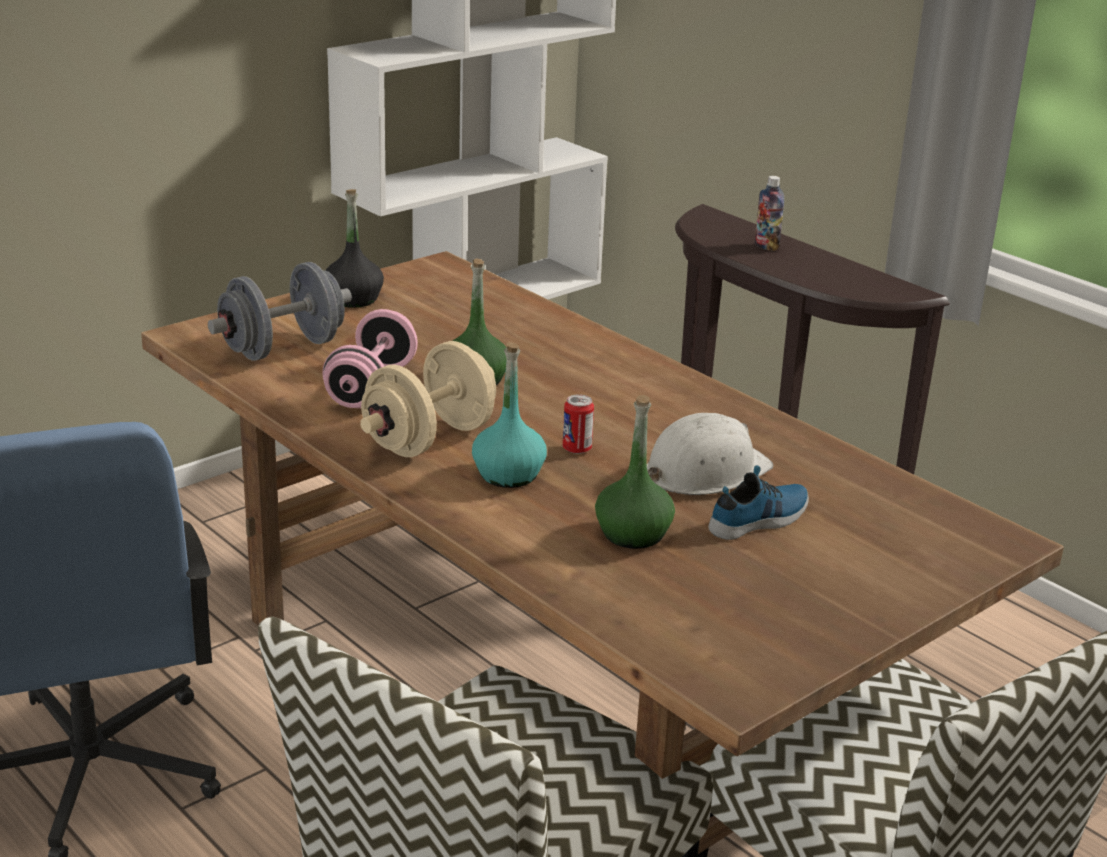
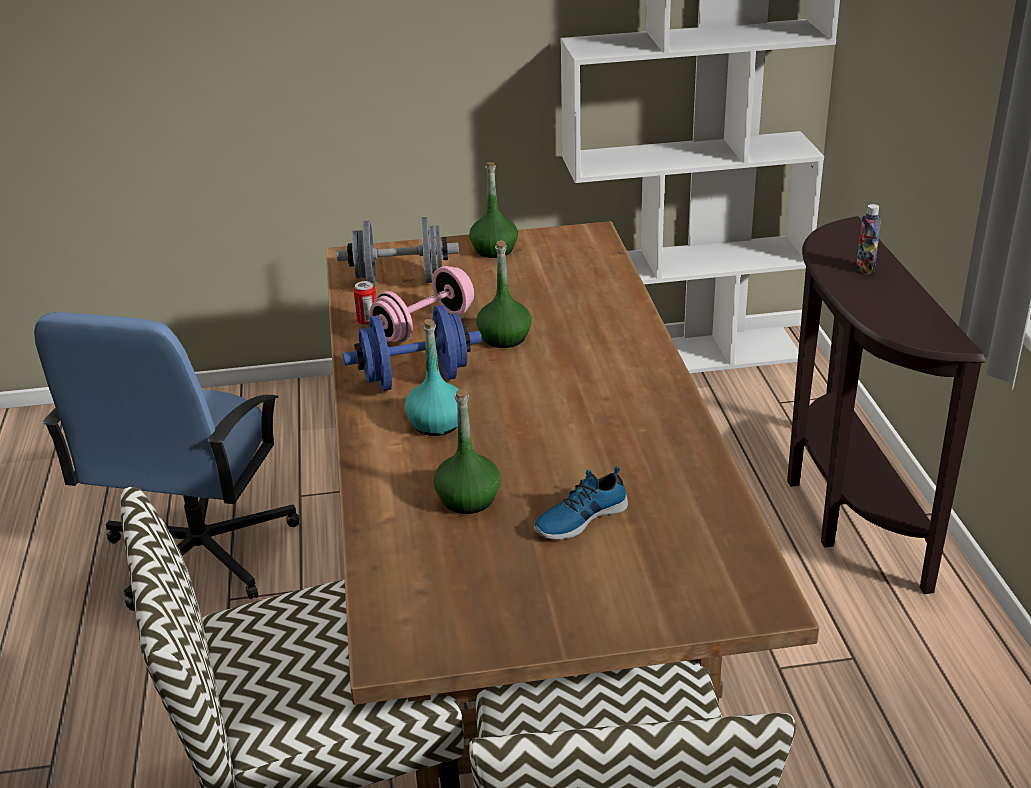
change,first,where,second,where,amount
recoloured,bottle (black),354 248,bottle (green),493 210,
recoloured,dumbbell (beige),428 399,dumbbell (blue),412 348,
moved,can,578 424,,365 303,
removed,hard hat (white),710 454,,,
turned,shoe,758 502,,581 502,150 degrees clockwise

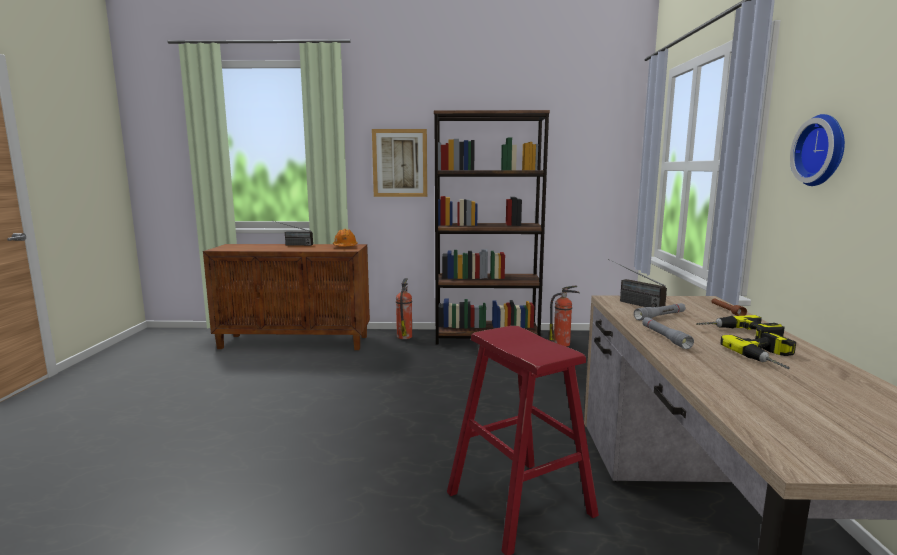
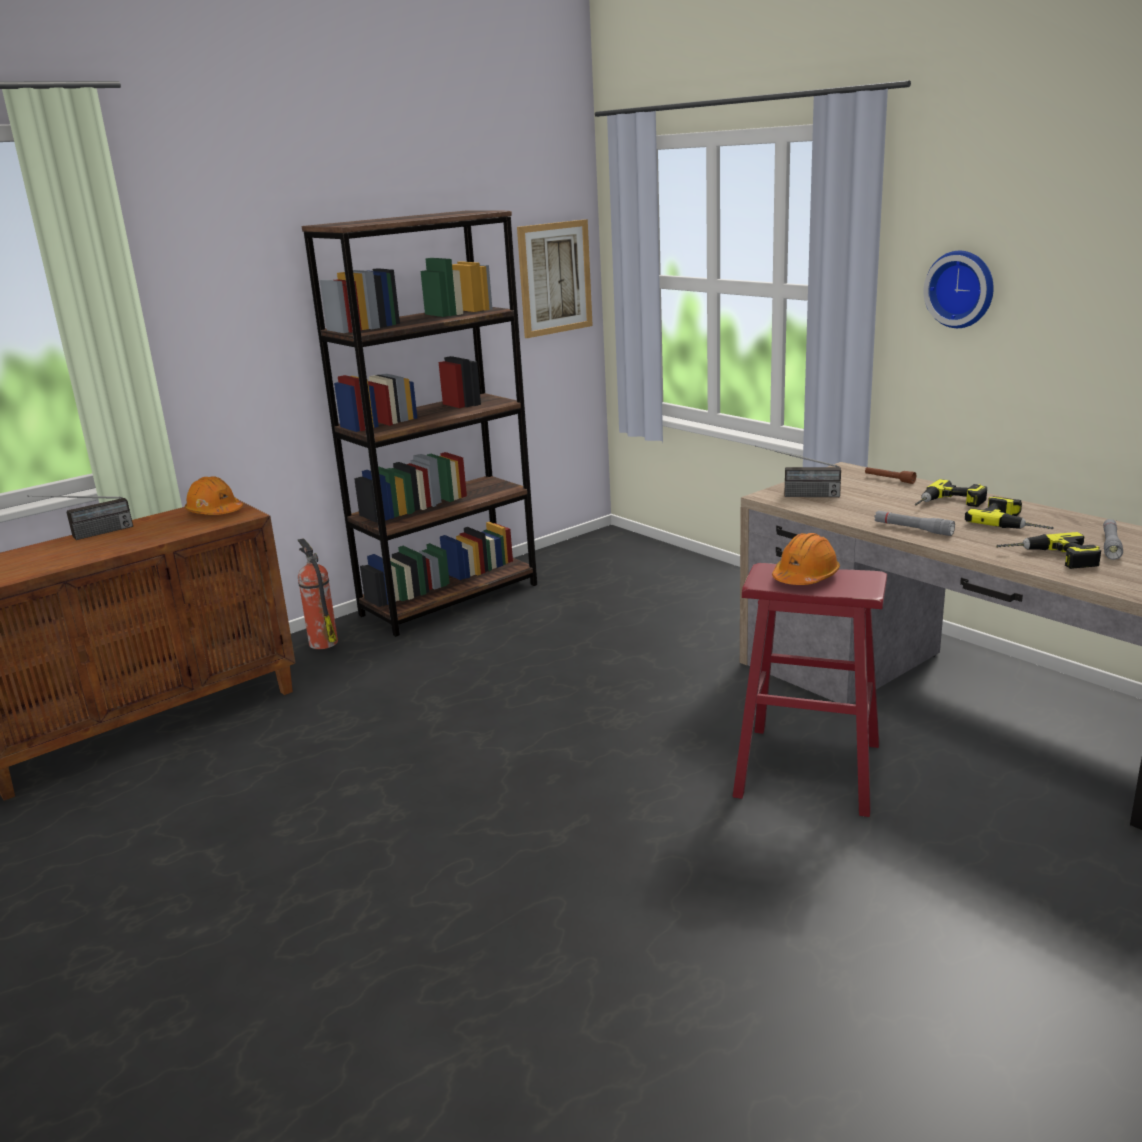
change,first,where,second,where,amount
moved,picture,399 163,,555 278,
removed,fire extinguisher,564 316,,,
moved,flashlight (grey),660 311,,1113 539,
added,,,hard hat (orange),806 559,
added,,,power drill,1048 550,

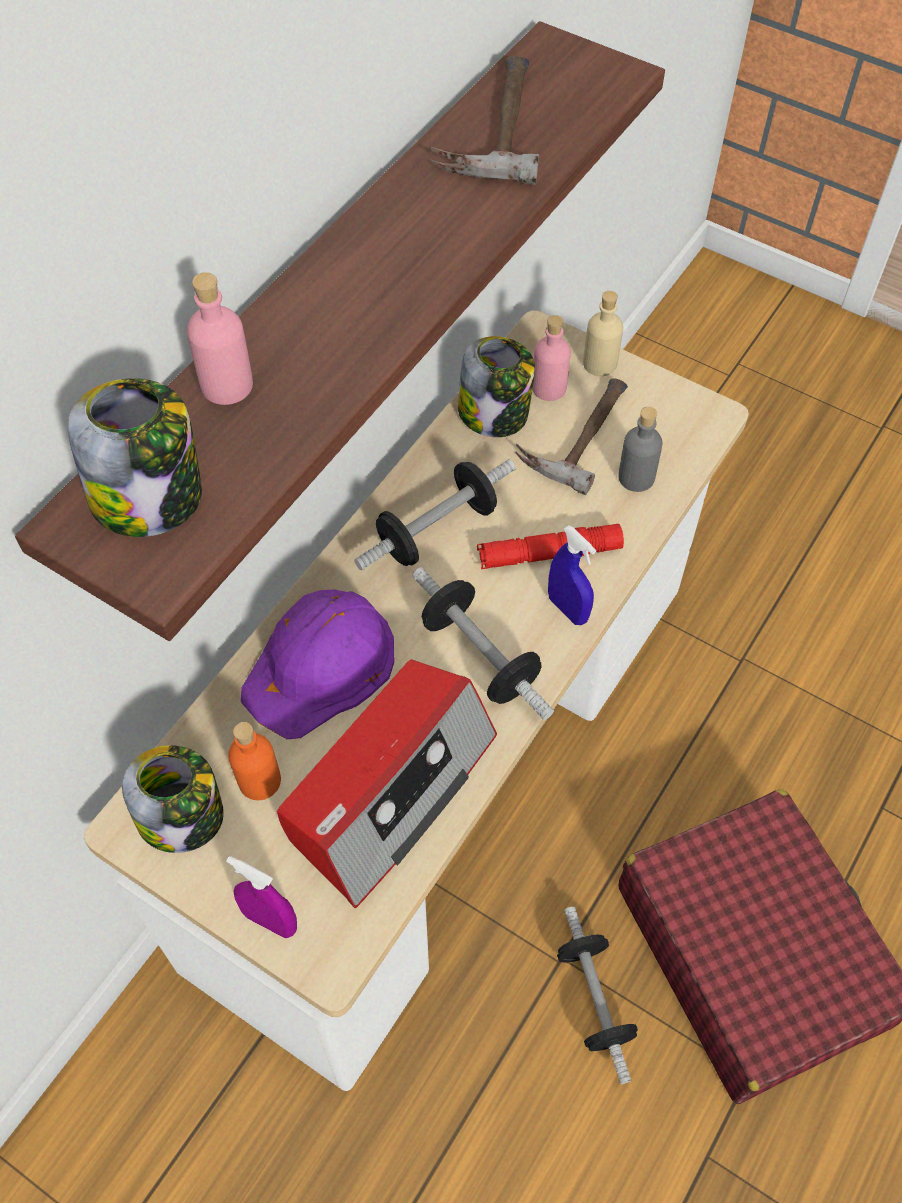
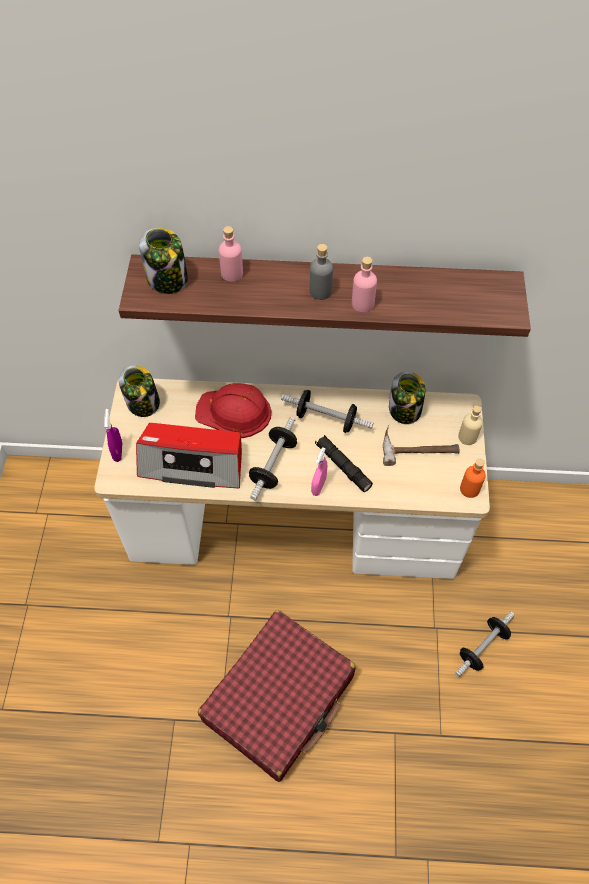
change,first,where,second,where,amount
moved,bottle (orange),254 761,,473 478,
recoloured,hard hat (purple),317 664,hard hat (red),233 410,
removed,hammer,485 120,,,
recoloured,flashlight (red),550 546,flashlight (black),344 463,
moved,bottle (pink),552 358,,364 284,
recoloured,spray bottle (blue),572 575,spray bottle (pink),319 471,
moved,dumbbell,597 995,,485 644,
moved,bottle (grey),640 449,,321 272,

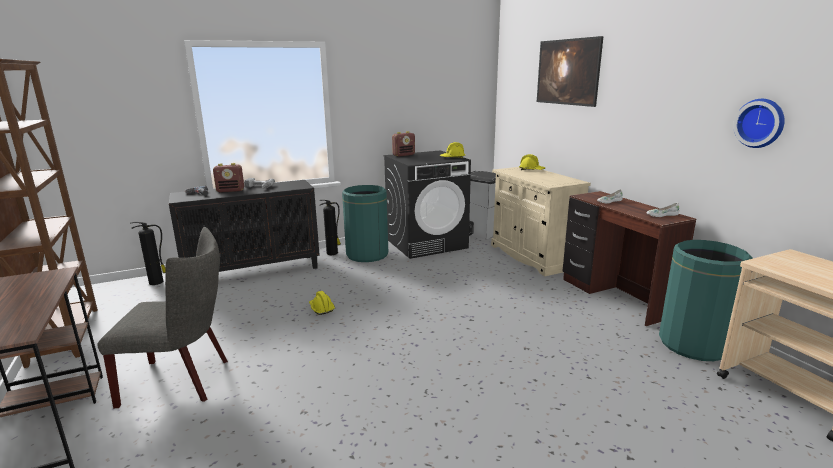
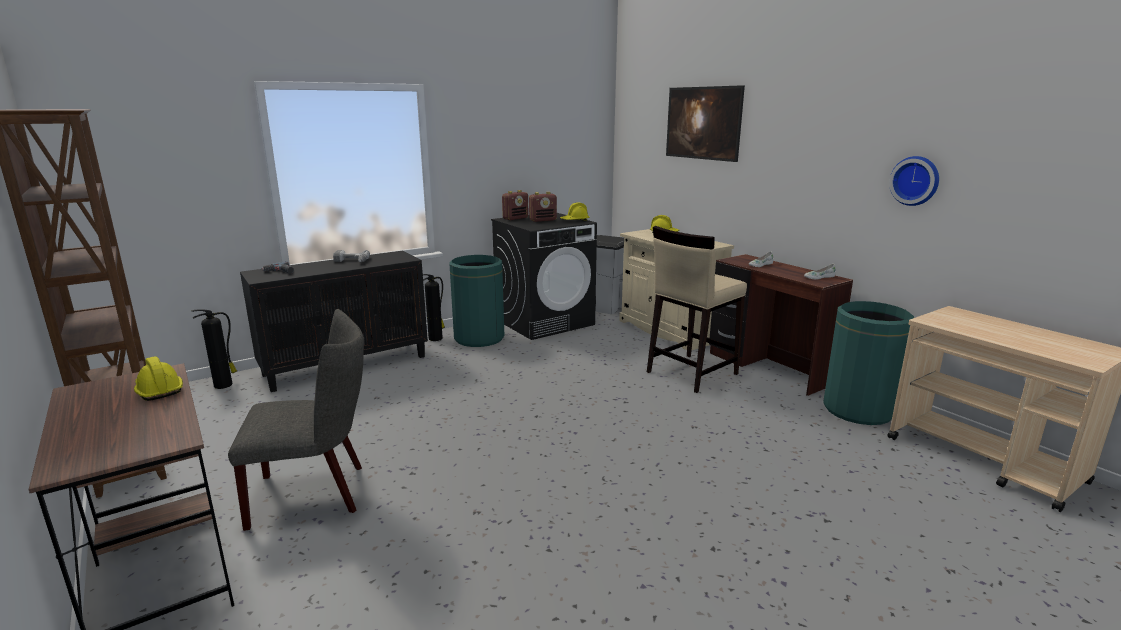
change,first,where,second,where,amount
moved,radio,228 178,,543 207,
moved,hard hat (yellow),322 303,,158 378,
added,,,stool (beige),697 309,

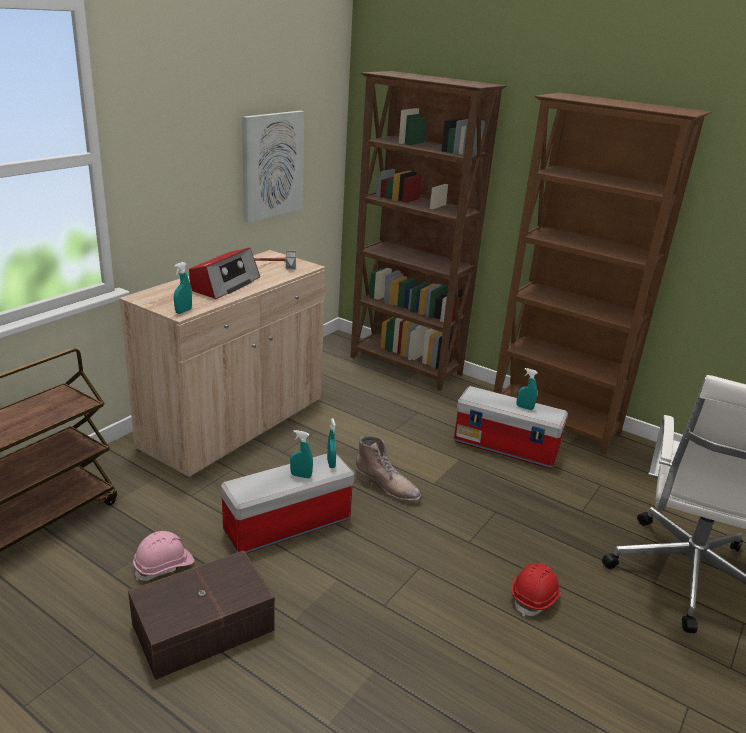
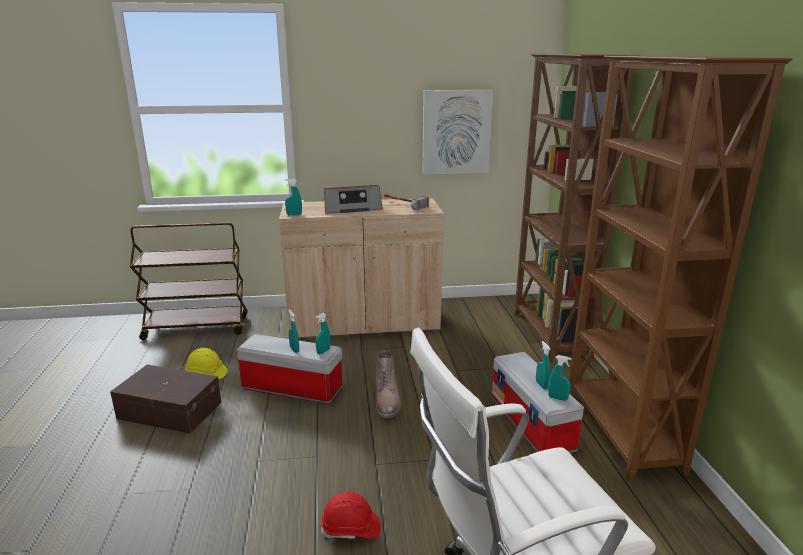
change,first,where,second,where,amount
recoloured,hard hat (pink),163 556,hard hat (yellow),206 363,
added,,,spray bottle (turquoise),559 378,

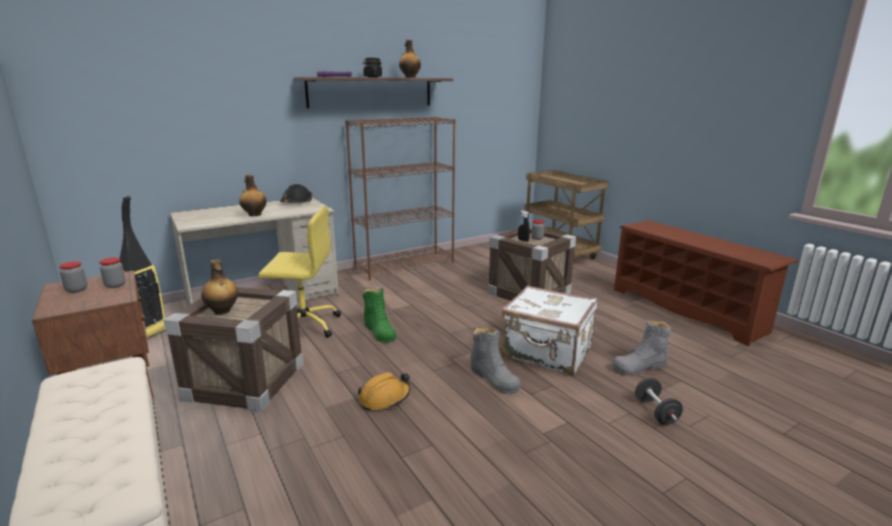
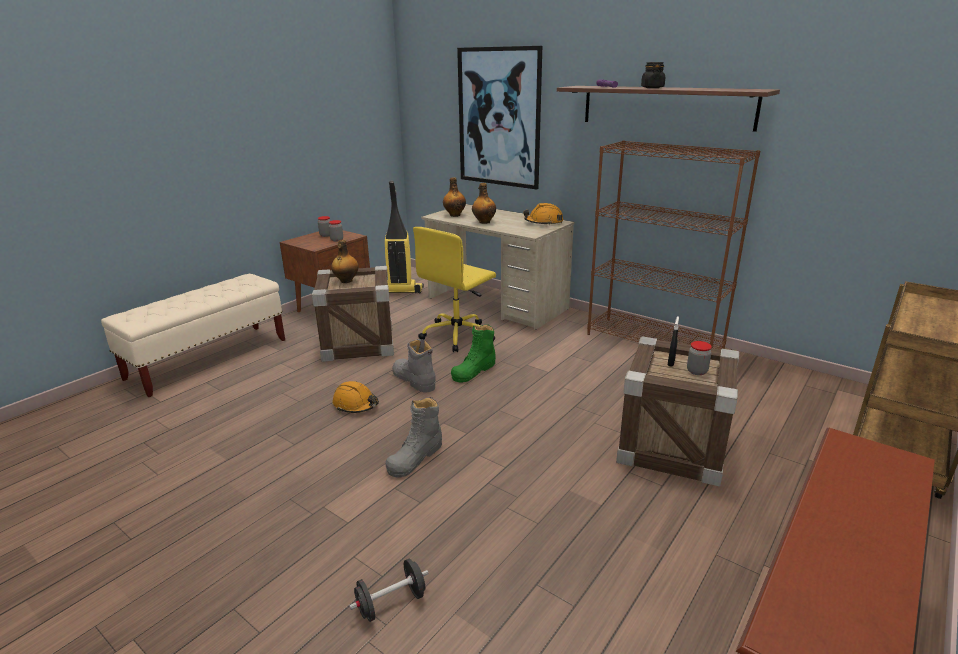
change,first,where,second,where,amount
turned,office chair (yellow),299 272,,454 289,60 degrees clockwise
recoloured,hard hat (black),296 193,hard hat (orange),543 214,
moved,bottle,410 59,,454 197,
removed,suitcase (white),549 330,,,
moved,boot (grey),641 347,,414 365,
added,,,picture,499 117,

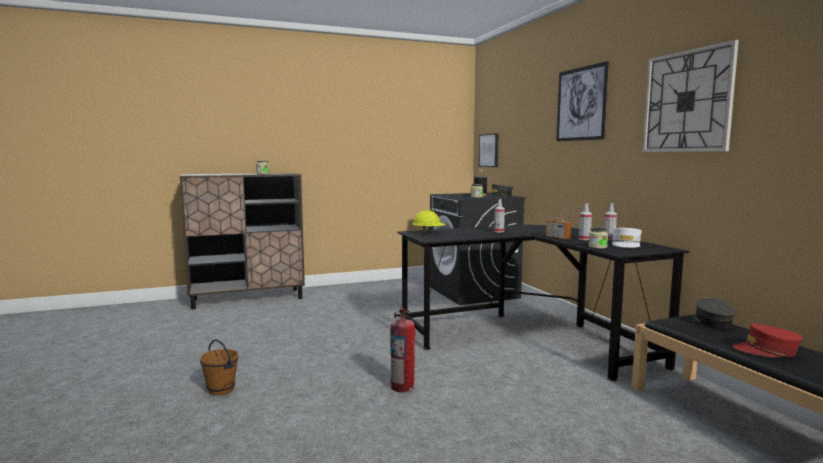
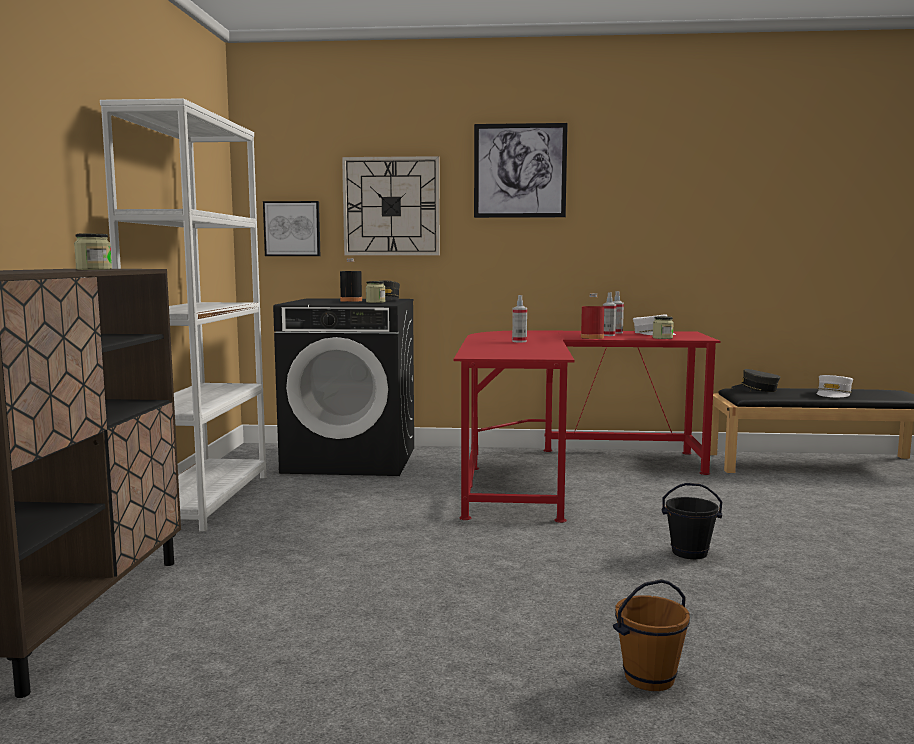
change,first,where,second,where,amount
replaced,fire extinguisher,403 350,bucket (black),692 521,
recoloured,desk (black),543 303,desk (red),587 426,
removed,hard hat (yellow),429 222,,,
replaced,radio,558 221,bottle (red),592 316,
moved,wall clock,690 96,,391 205,
recoloured,cap (red),767 340,cap (white),835 386,
added,,,bookcase (white),183 315,

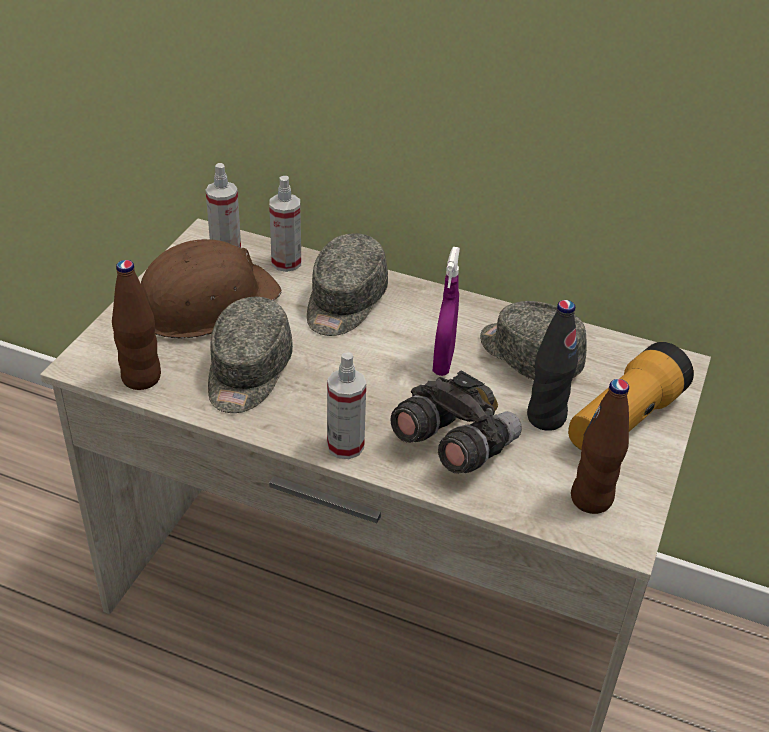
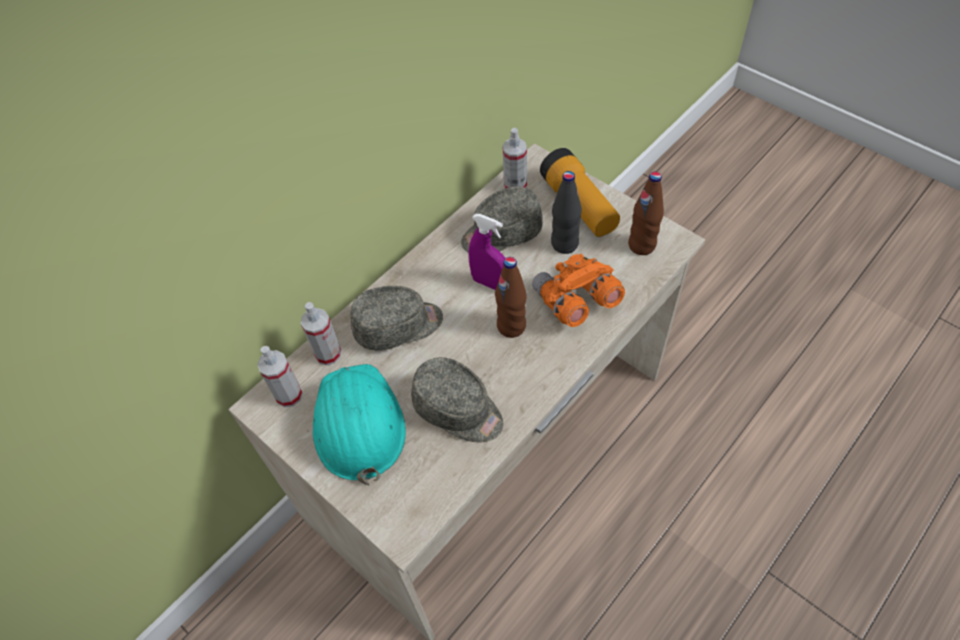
change,first,where,second,where,amount
moved,bottle (brown),136 325,,510 297,
recoloured,hard hat (brown),210 288,hard hat (turquoise),359 424,
turned,cap (grey),347 284,,396 318,60 degrees counterclockwise
moved,spray bottle,346 405,,515 158,
recoloured,binoculars (grey),456 422,binoculars (orange),578 290,

